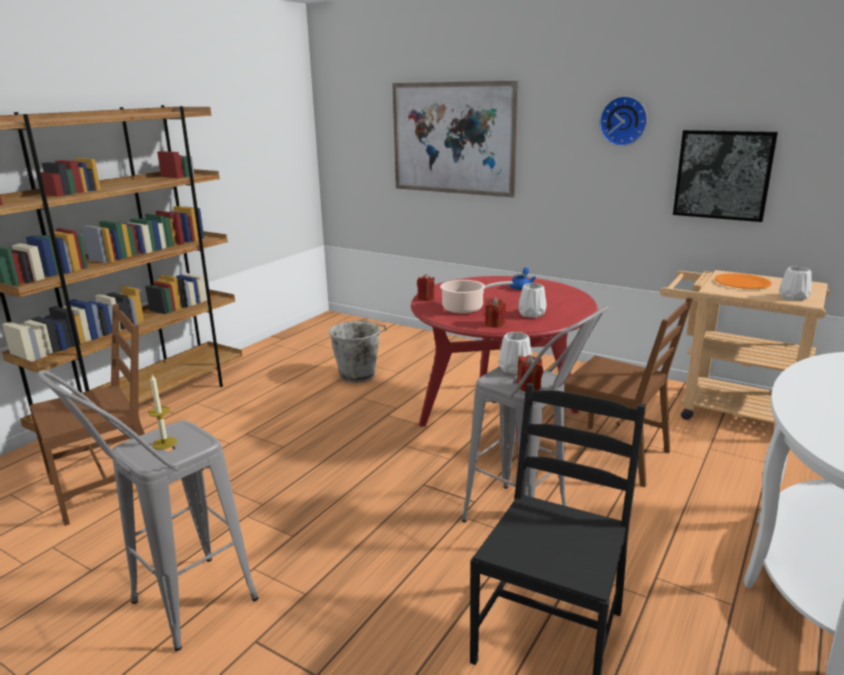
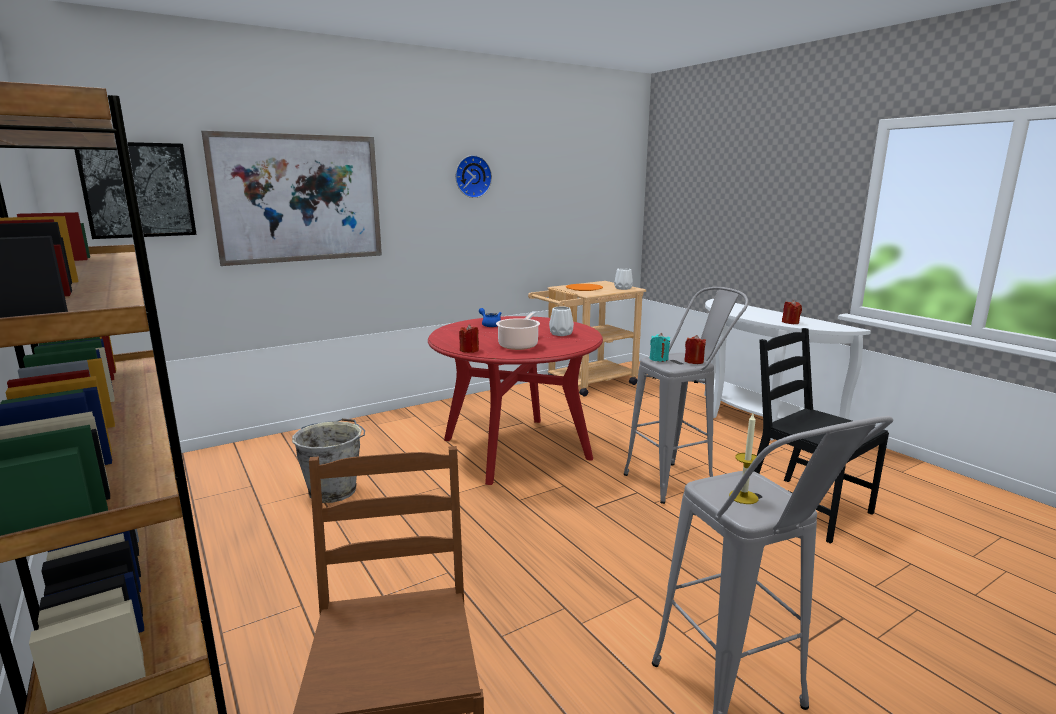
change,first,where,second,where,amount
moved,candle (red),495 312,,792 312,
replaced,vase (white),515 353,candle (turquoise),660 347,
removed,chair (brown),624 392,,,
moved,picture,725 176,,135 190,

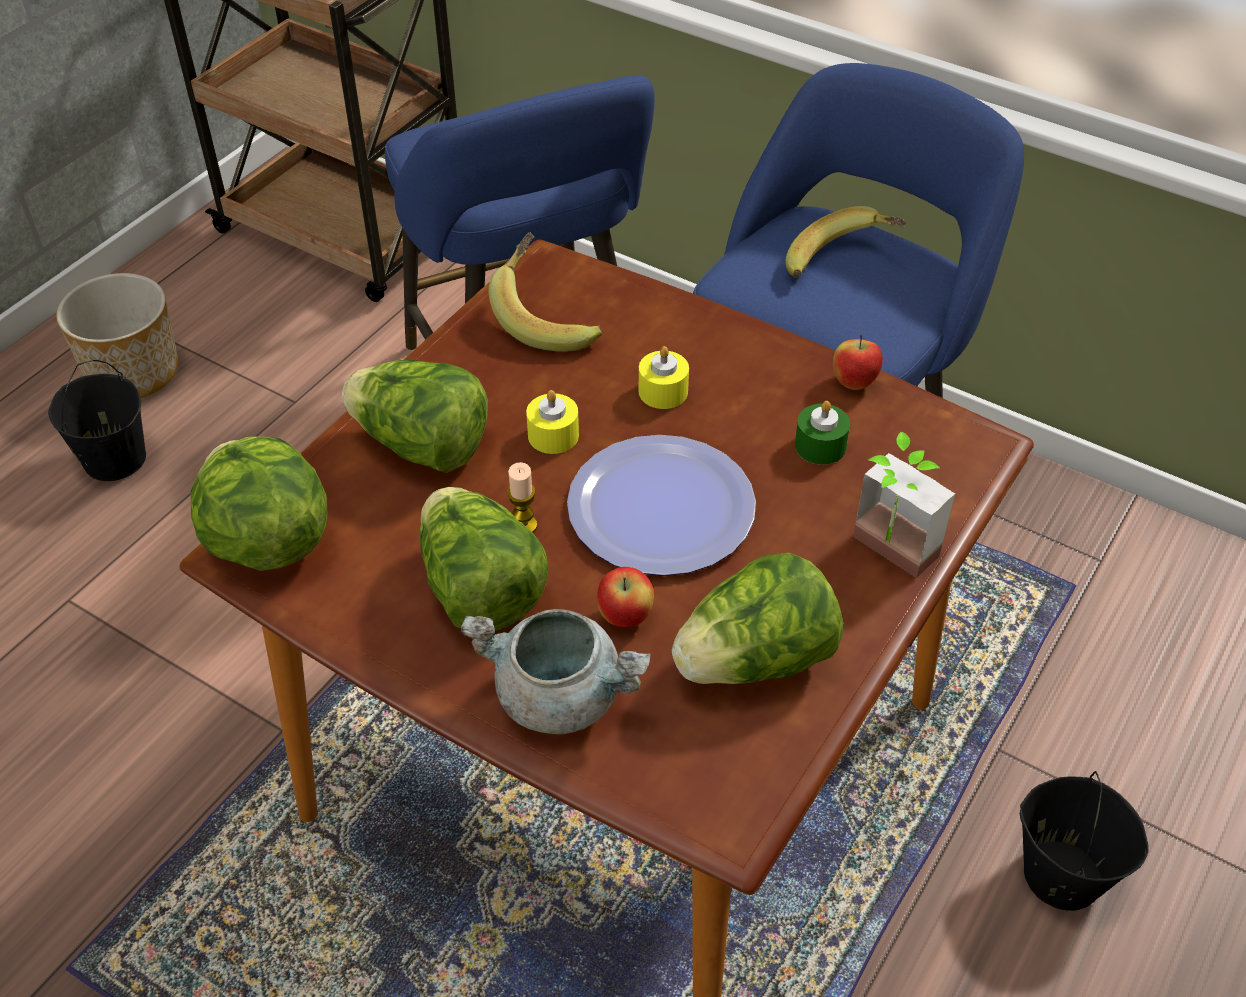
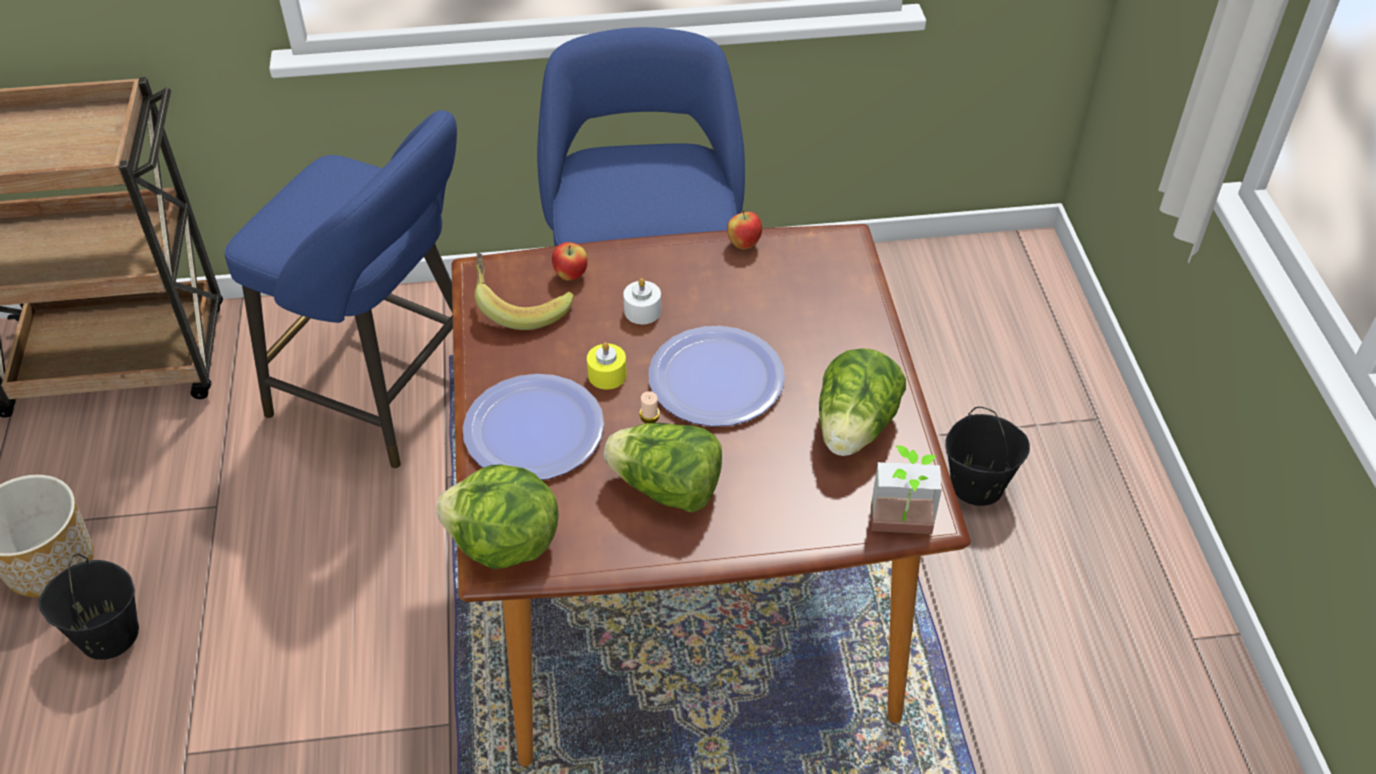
change,first,where,second,where,amount
replaced,lettuce,415 416,plate,533 427,
removed,cooking pot (grey),556 671,,,
moved,apple,625 597,,570 261,
recoloured,candle (yellow),664 377,candle (white),642 301,
removed,banana,846 242,,,
removed,candle (green),822 433,,,
moved,potted plant,904 505,,906 490,

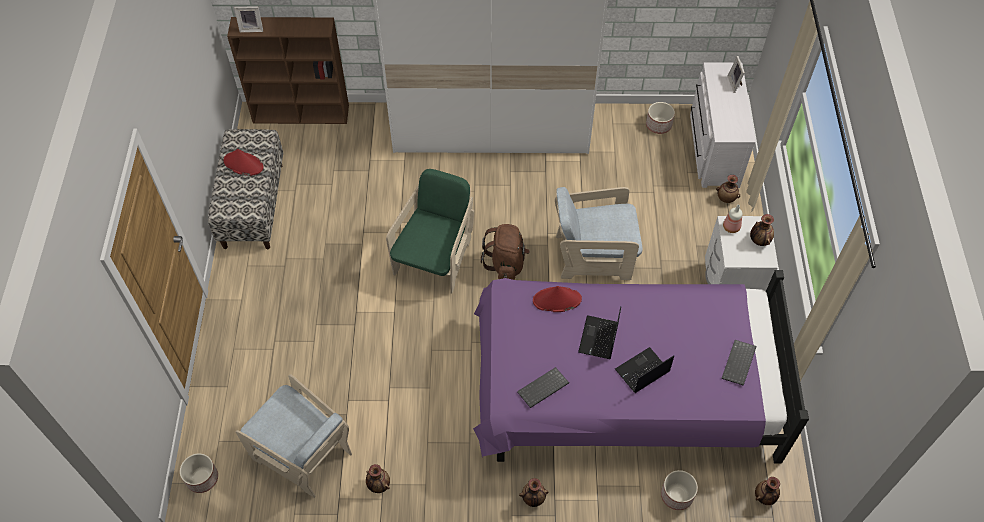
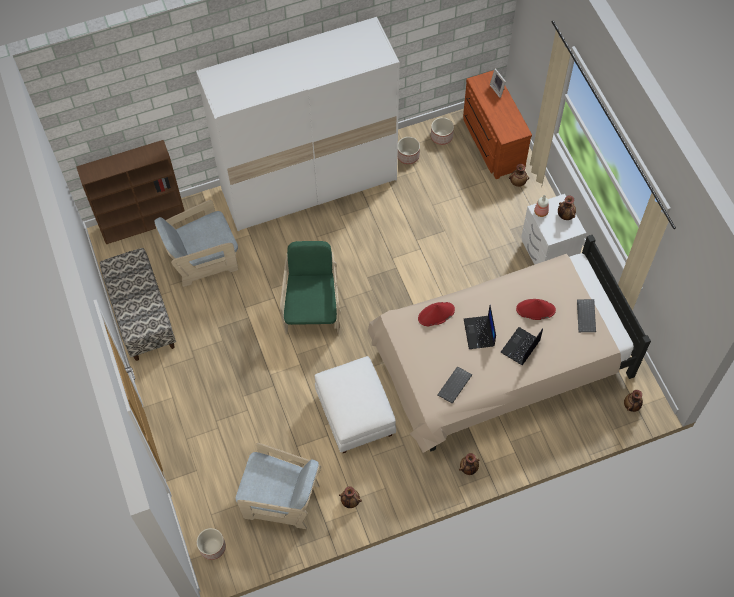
change,first,where,second,where,amount
moved,hat (red),243 162,,536 309,
removed,picture frame,248 19,,,
recoloured,bed (purple),641 367,bed (beige),509 344,
removed,backpack (brown),505 252,,,
moved,armchair (beige),599 233,,196 243,
moved,planter,679 490,,409 150,
recoloured,dresser (white),723 125,dresser (brown),497 124,
added,,,ottoman (white),355 404,

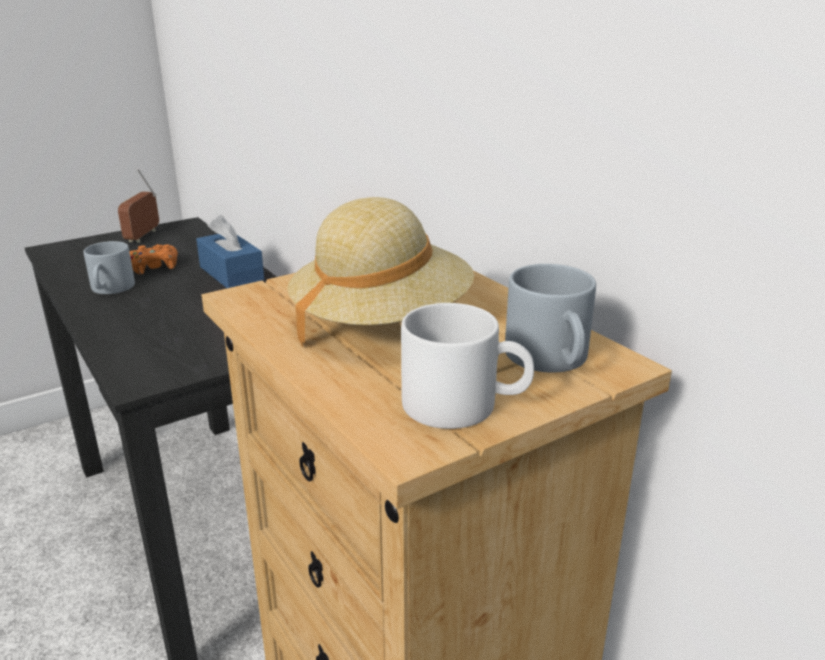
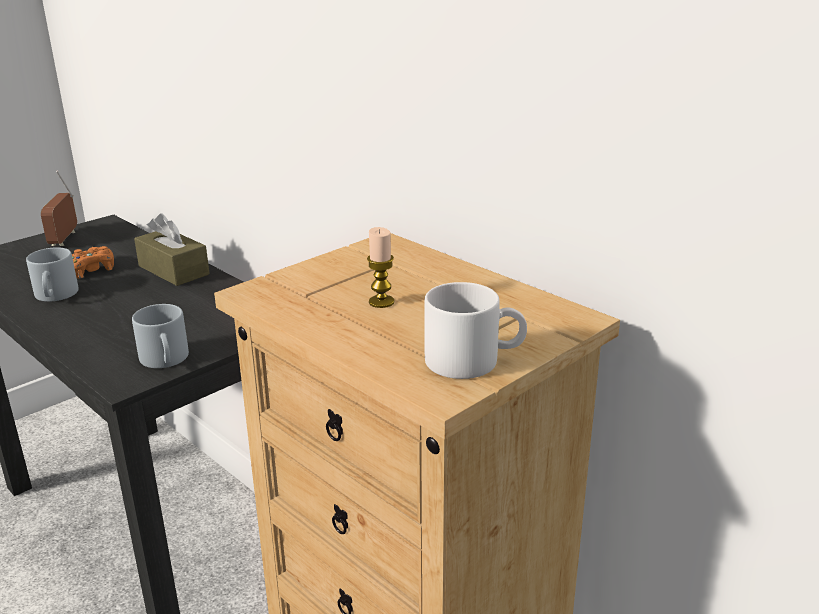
change,first,where,second,where,amount
recoloured,tissue box (blue),230 251,tissue box (brown),172 249,
replaced,hat (beige),380 272,candle,380 267,
moved,mug (grey),550 318,,160 336,

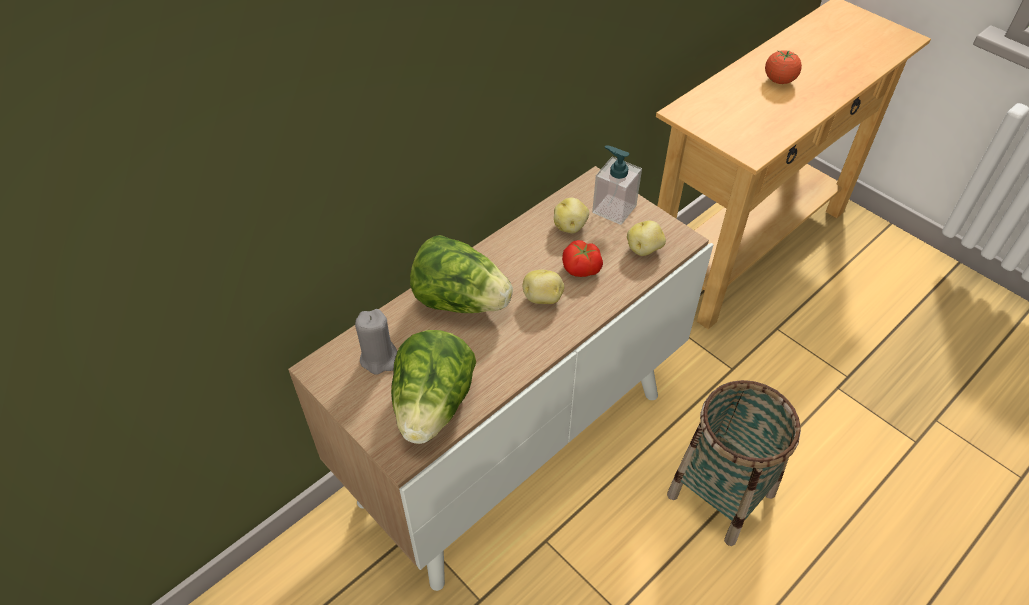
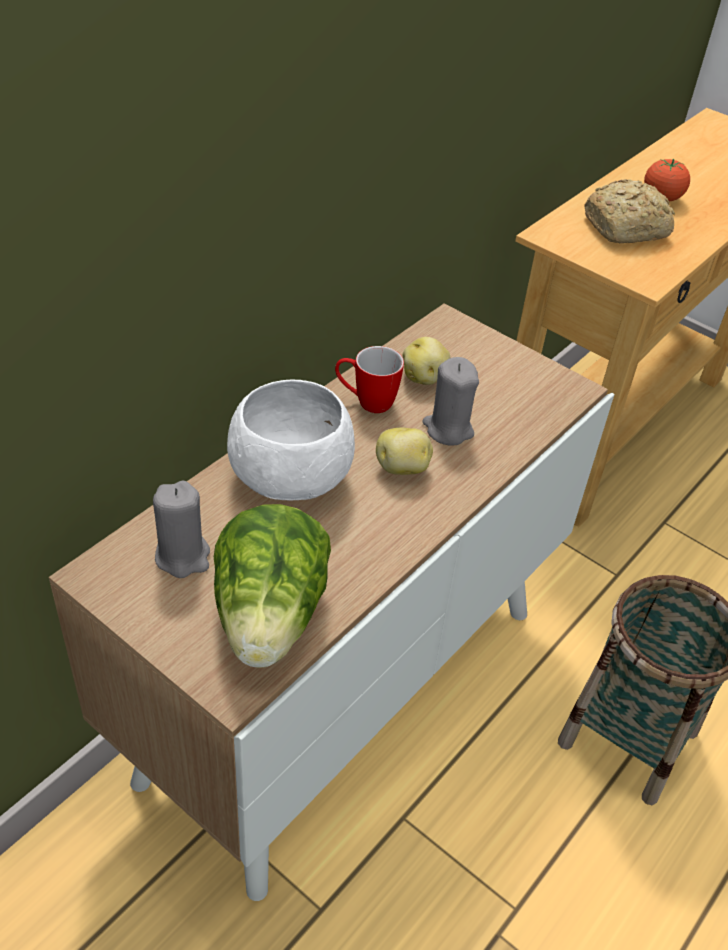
change,first,where,second,where,amount
replaced,lettuce,461 274,bowl (white),291 440,
replaced,tomato,582 258,candle (grey),450 401,
removed,soap dispenser,617 185,,,
removed,potato,646 238,,,
added,,,mug,369 379,
added,,,bread,630 211,

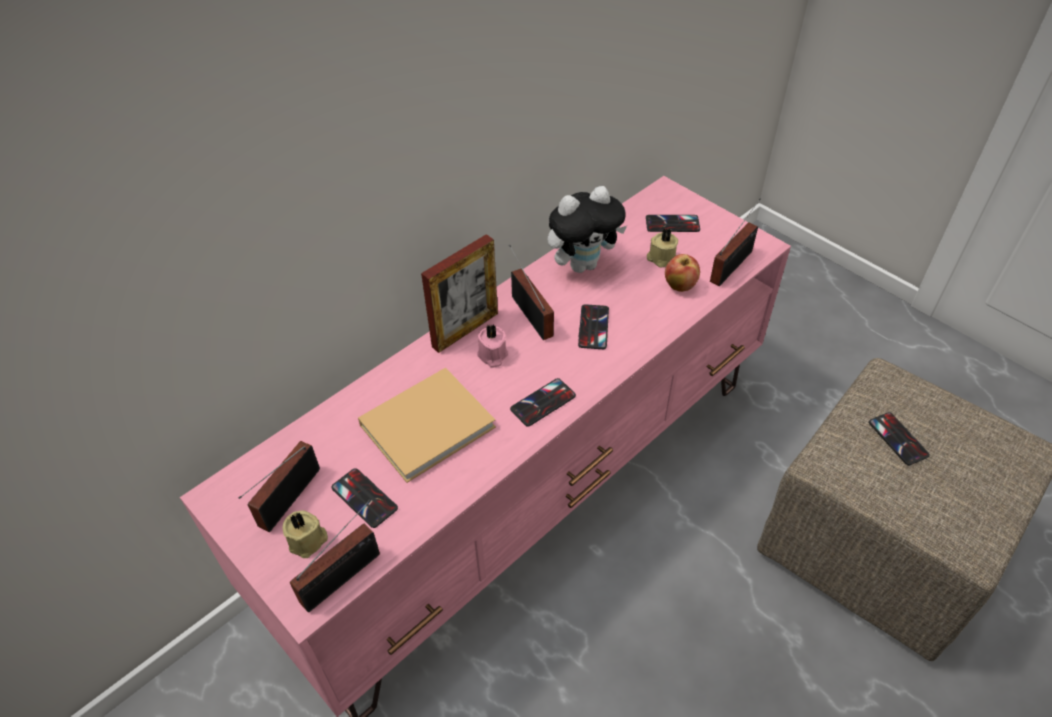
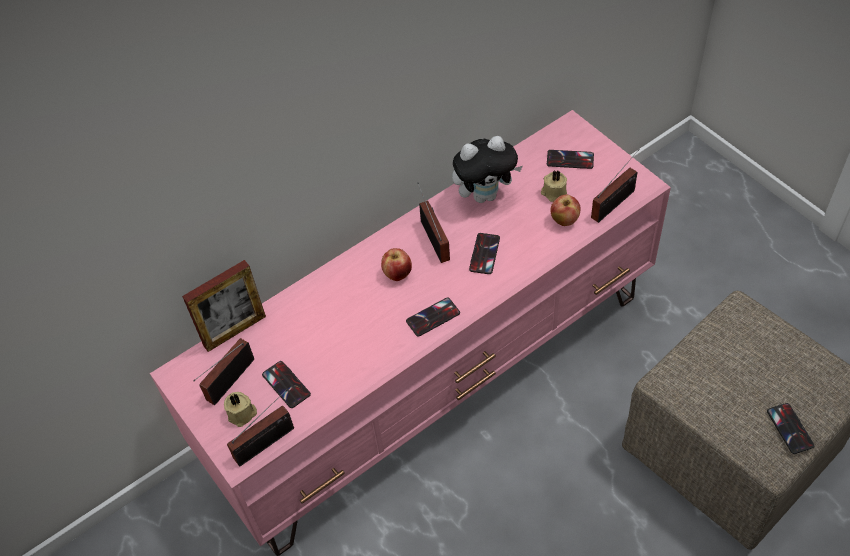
change,first,where,second,where,amount
removed,book (beige),427 425,,,
moved,picture frame,459 293,,224 306,
replaced,candle (pink),492 346,apple,396 264,
moved,phone,899 438,,791 428,

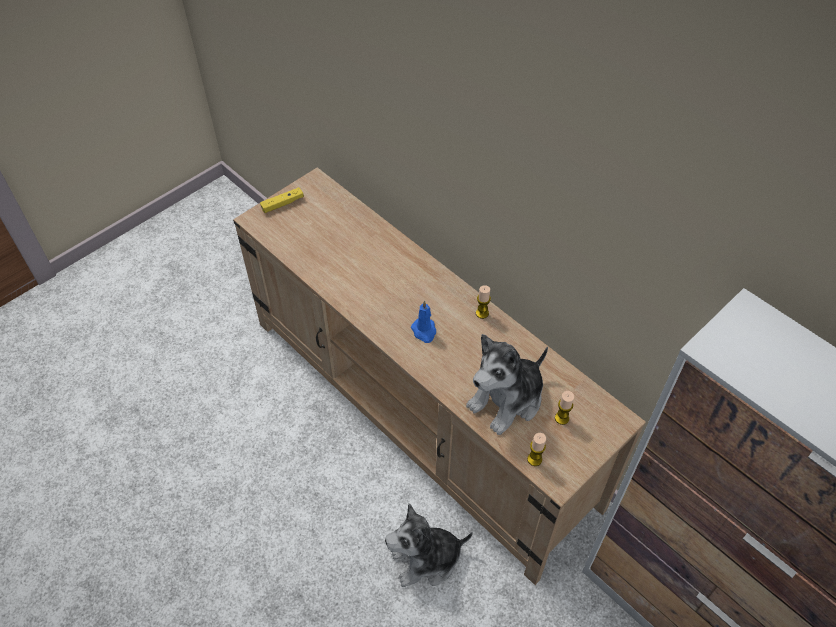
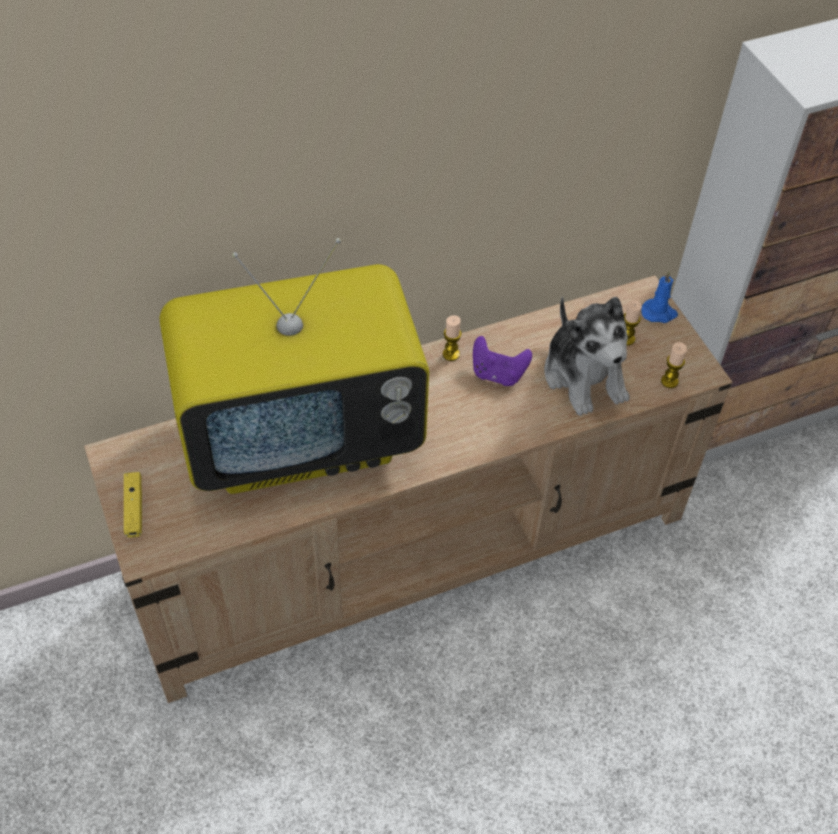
change,first,where,second,where,amount
removed,plush toy,429 545,,,
moved,candle (blue),423 322,,659 297,
added,,,television,294 366,
added,,,game controller (purple),502 361,

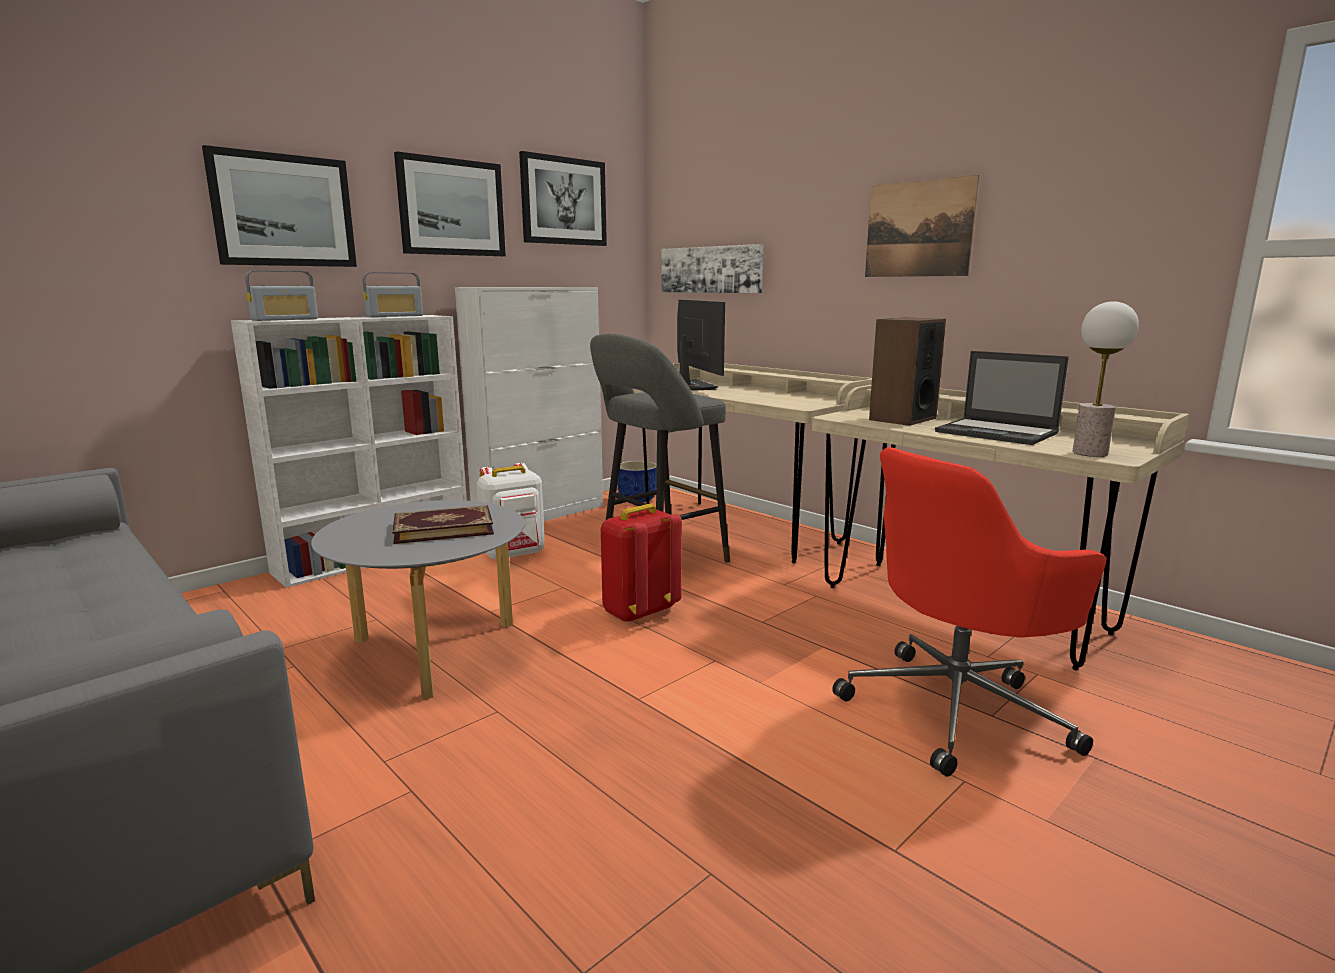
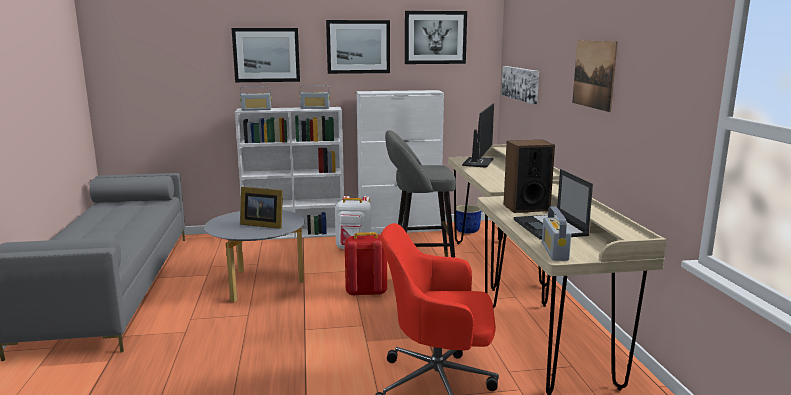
change,first,where,second,where,amount
replaced,book,443 524,picture frame,261 208,
replaced,table lamp,1106 379,radio,556 233,

